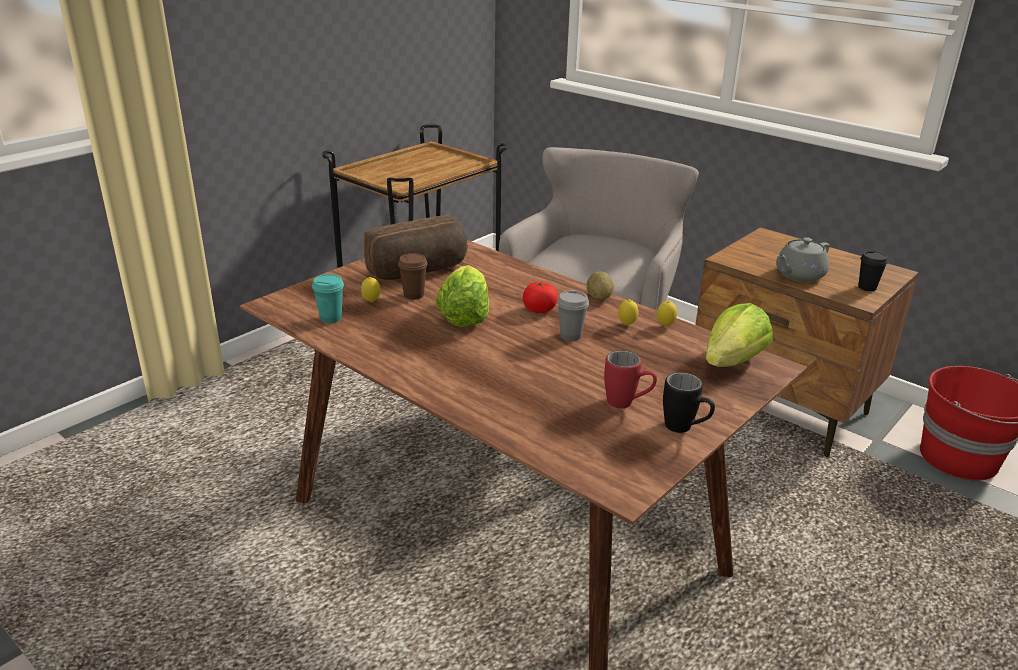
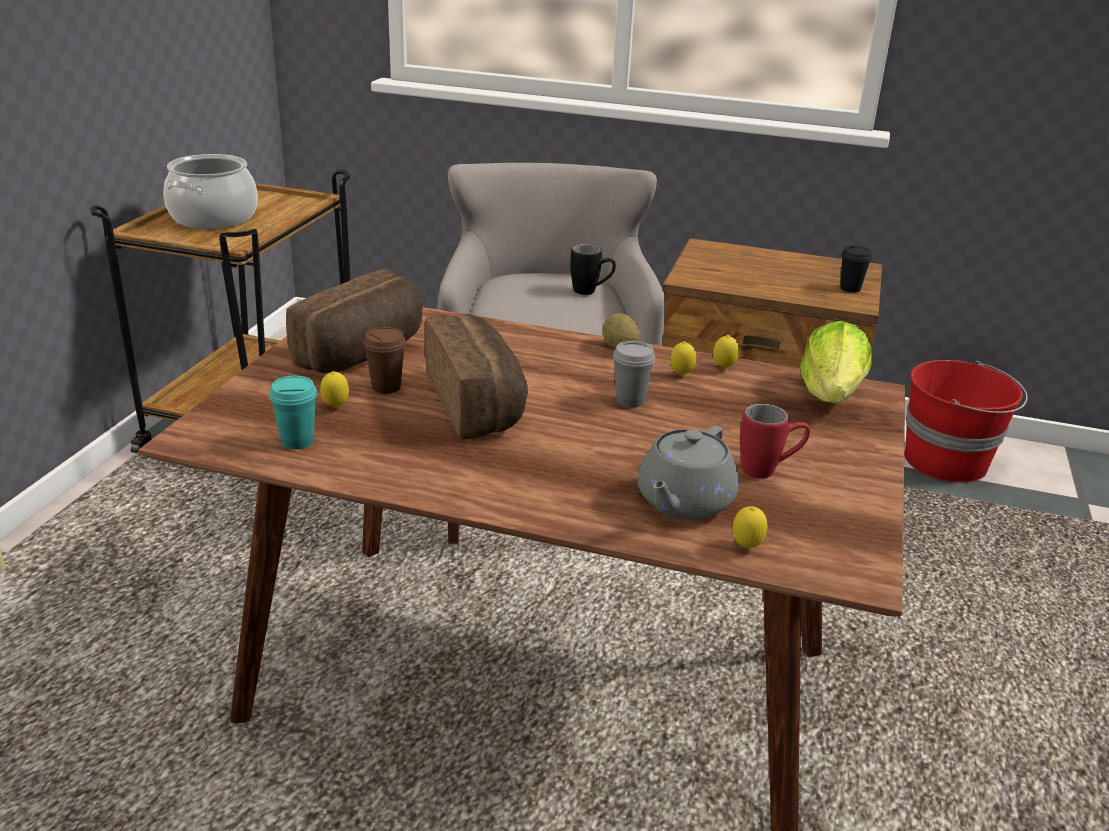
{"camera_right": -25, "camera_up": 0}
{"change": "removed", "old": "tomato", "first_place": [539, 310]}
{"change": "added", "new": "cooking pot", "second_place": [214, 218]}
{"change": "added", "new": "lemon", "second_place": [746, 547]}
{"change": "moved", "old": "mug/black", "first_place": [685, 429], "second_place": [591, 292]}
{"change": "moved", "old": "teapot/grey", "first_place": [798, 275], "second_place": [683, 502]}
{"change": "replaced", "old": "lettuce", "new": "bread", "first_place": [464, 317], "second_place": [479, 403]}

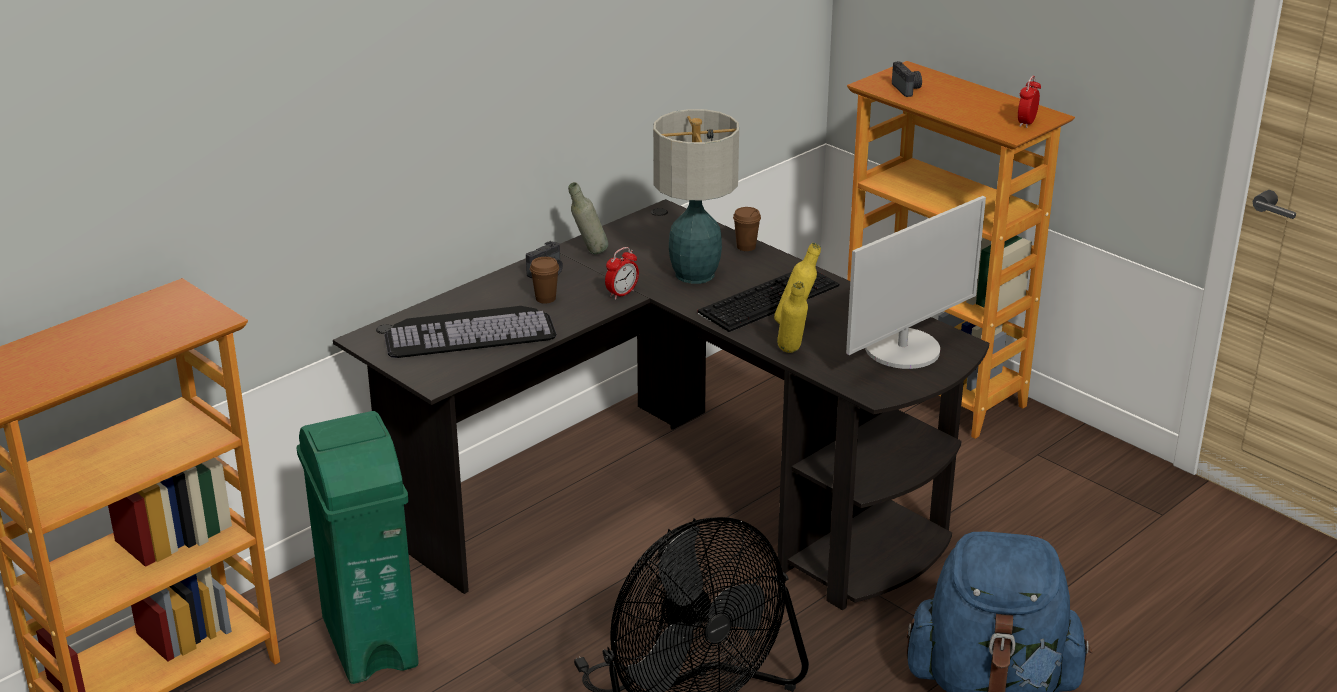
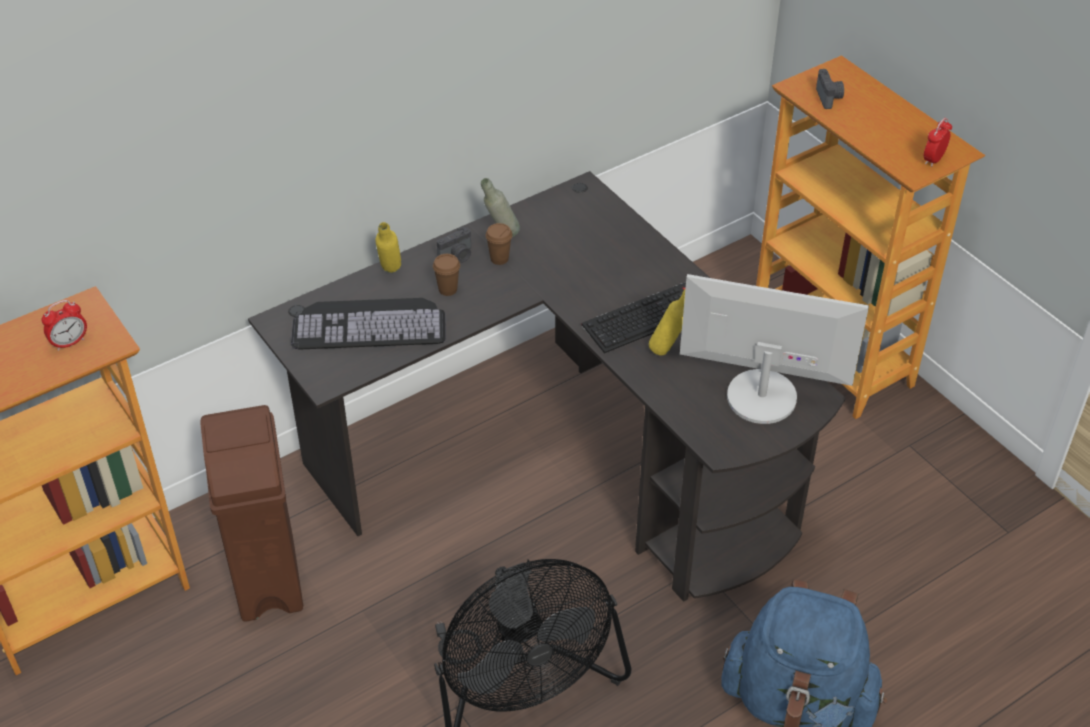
{"camera_right": 10, "camera_up": 15}
{"change": "removed", "old": "table lamp", "first_place": [695, 274]}
{"change": "moved", "old": "alarm clock", "first_place": [622, 294], "second_place": [69, 342]}
{"change": "moved", "old": "cup/brown", "first_place": [746, 247], "second_place": [499, 259]}
{"change": "moved", "old": "bottle/yellow", "first_place": [791, 354], "second_place": [390, 274]}
{"change": "recoloured", "old": "trash can/green", "new": "trash can/brown", "first_place": [370, 641], "second_place": [268, 577]}
{"change": "turned", "old": "monitor", "first_place": [903, 349], "second_place": [761, 396], "degrees": -135}

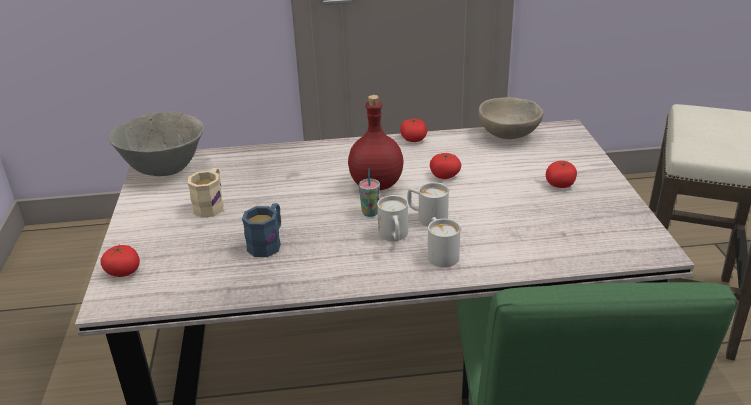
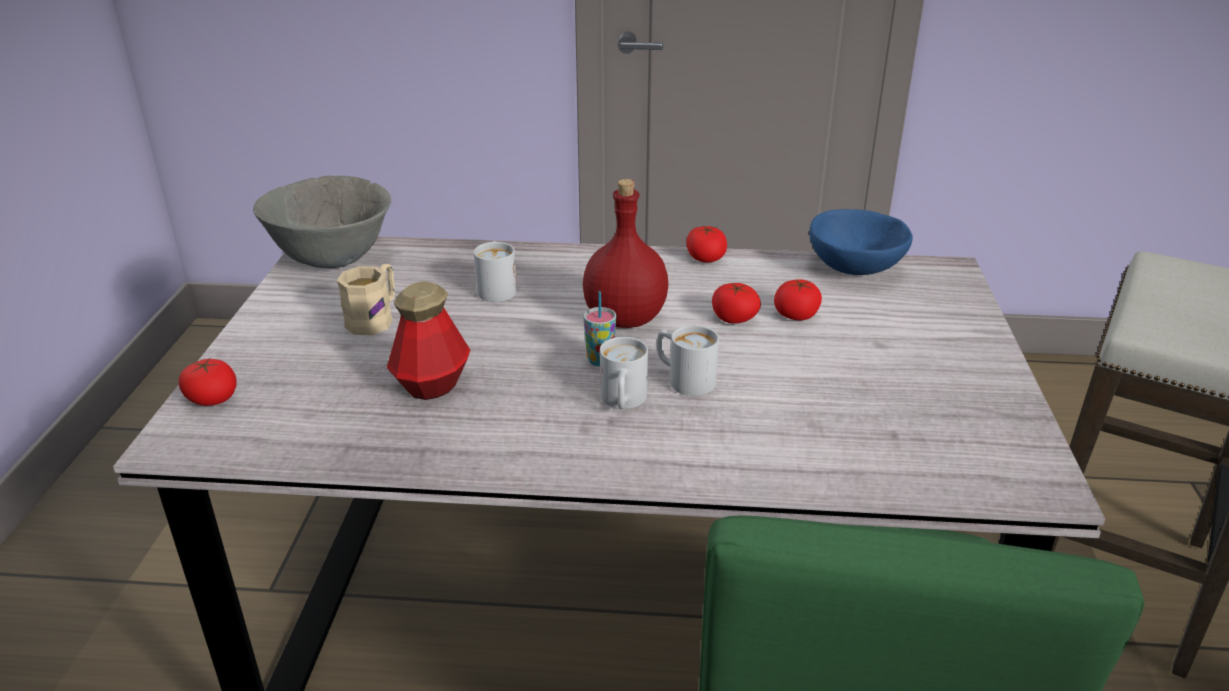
{"camera_right": 10, "camera_up": 0}
{"change": "moved", "old": "mug/white", "first_place": [440, 254], "second_place": [496, 288]}
{"change": "moved", "old": "tomato", "first_place": [560, 184], "second_place": [796, 314]}
{"change": "replaced", "old": "mug/blue", "new": "bottle", "first_place": [268, 243], "second_place": [432, 385]}
{"change": "recoloured", "old": "bowl/beige", "new": "bowl/blue", "first_place": [508, 135], "second_place": [855, 268]}

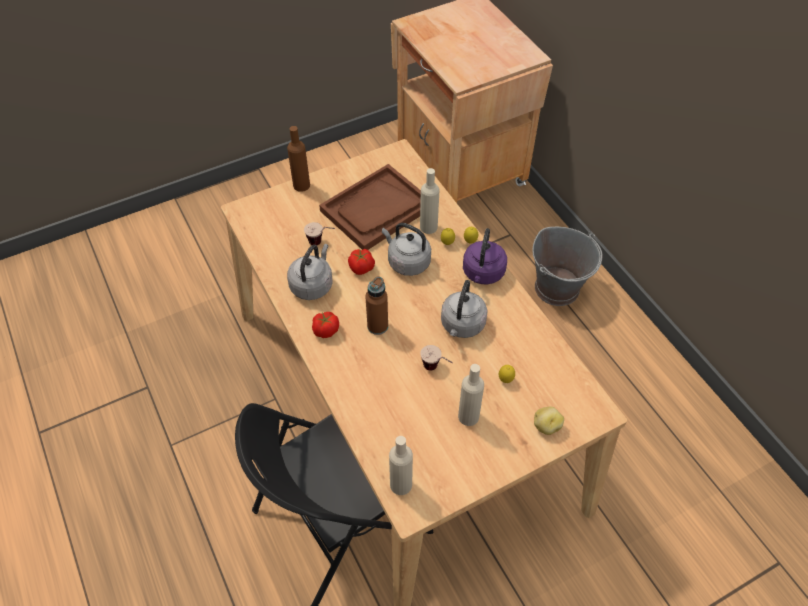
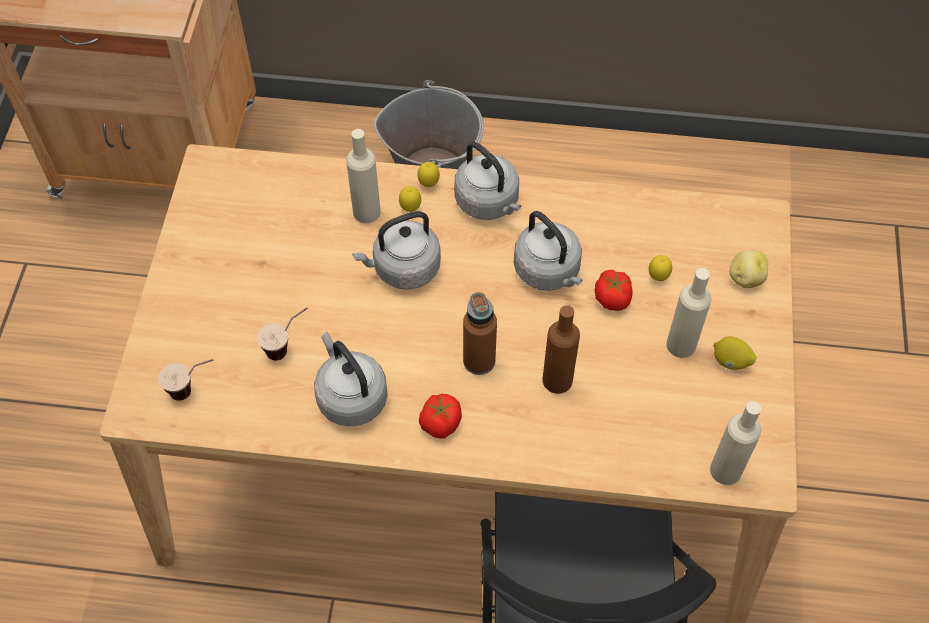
{"camera_right": -55, "camera_up": 5}
{"change": "removed", "old": "tray/brown", "first_place": [376, 209]}
{"change": "added", "new": "lemon", "second_place": [730, 361]}
{"change": "moved", "old": "bottle/brown", "first_place": [301, 185], "second_place": [557, 380]}
{"change": "moved", "old": "tomato", "first_place": [362, 268], "second_place": [612, 299]}
{"change": "moved", "old": "cup", "first_place": [436, 370], "second_place": [193, 389]}
{"change": "recoloured", "old": "kettle/purple", "new": "kettle/grey", "first_place": [483, 274], "second_place": [489, 203]}

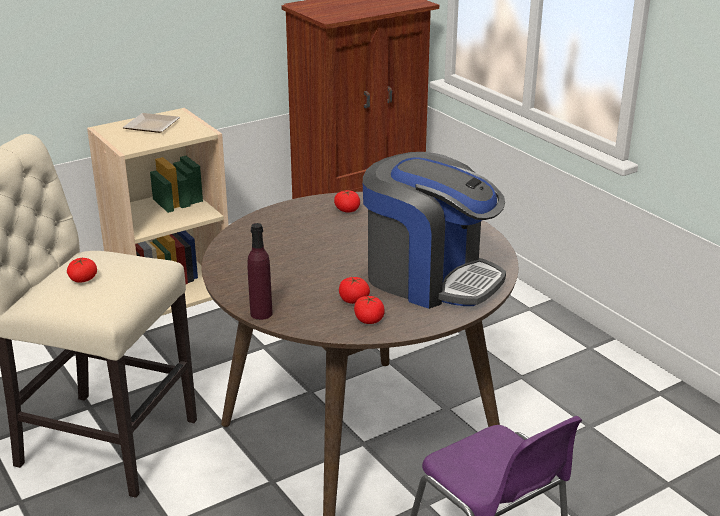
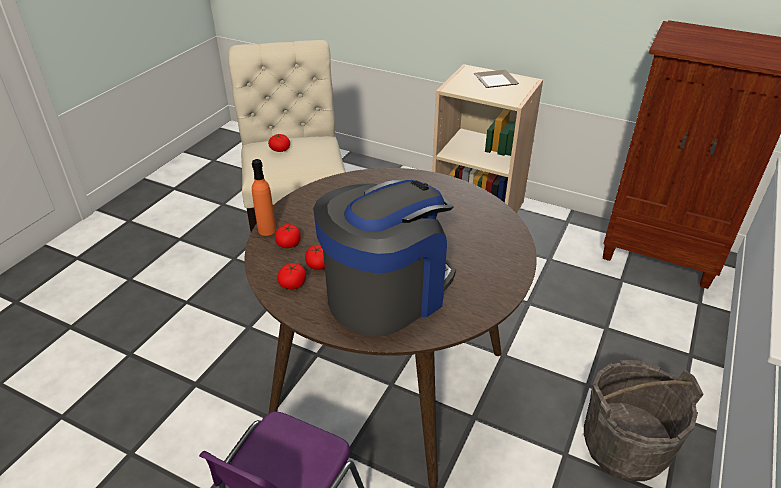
{"camera_right": 60, "camera_up": 10}
{"change": "added", "new": "bucket/grey", "second_place": [624, 447]}
{"change": "moved", "old": "tomato", "first_place": [347, 210], "second_place": [289, 243]}
{"change": "recoloured", "old": "bottle/purple", "new": "bottle/orange", "first_place": [261, 313], "second_place": [267, 230]}
{"change": "turned", "old": "coffee machine", "first_place": [430, 278], "second_place": [387, 293], "degrees": -135}

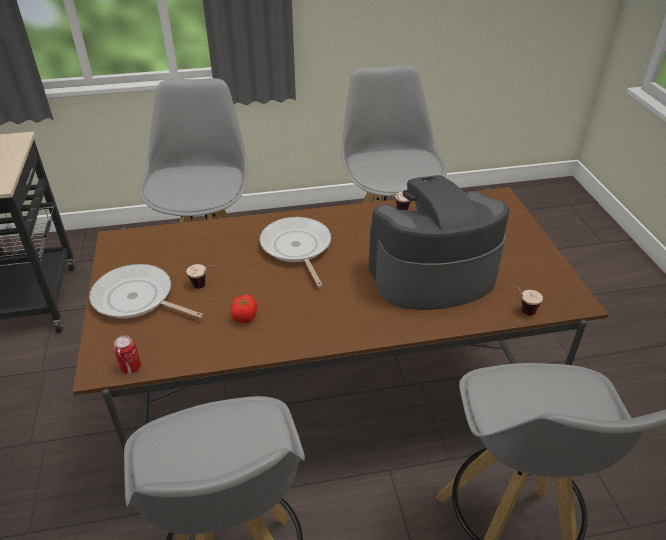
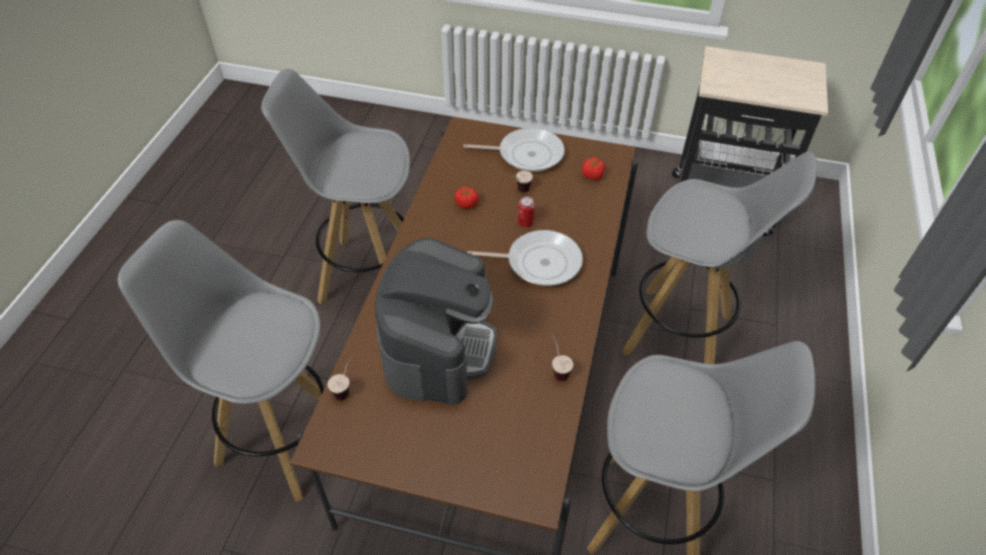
{"camera_right": 115, "camera_up": 10}
{"change": "added", "new": "tomato", "second_place": [592, 176]}
{"change": "moved", "old": "can", "first_place": [130, 367], "second_place": [525, 222]}
{"change": "turned", "old": "frying pan", "first_place": [137, 299], "second_place": [526, 154], "degrees": 45}

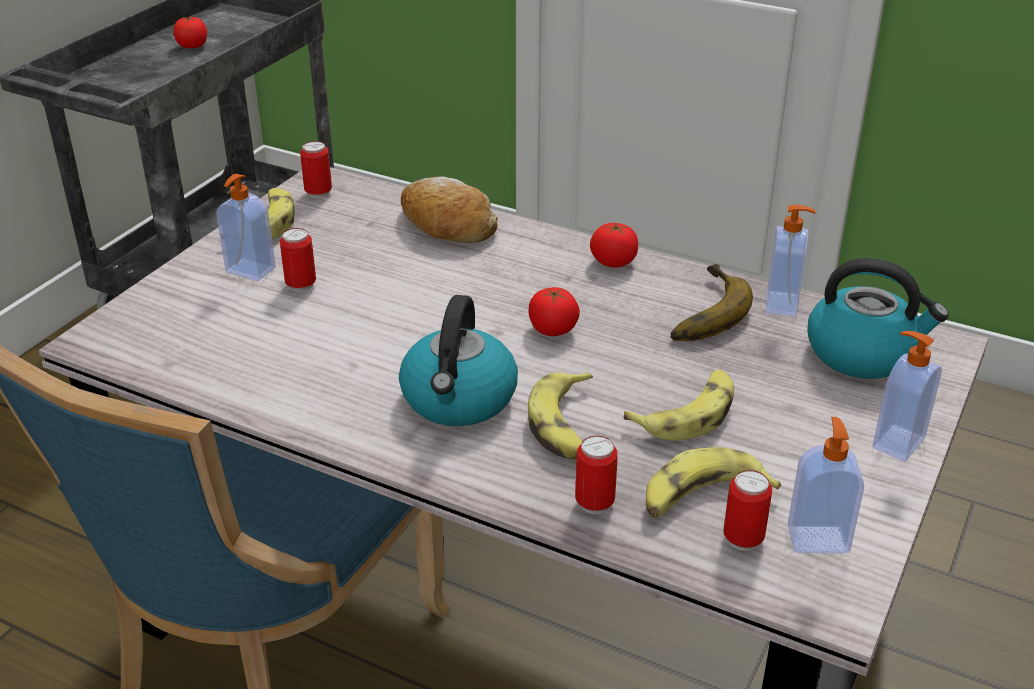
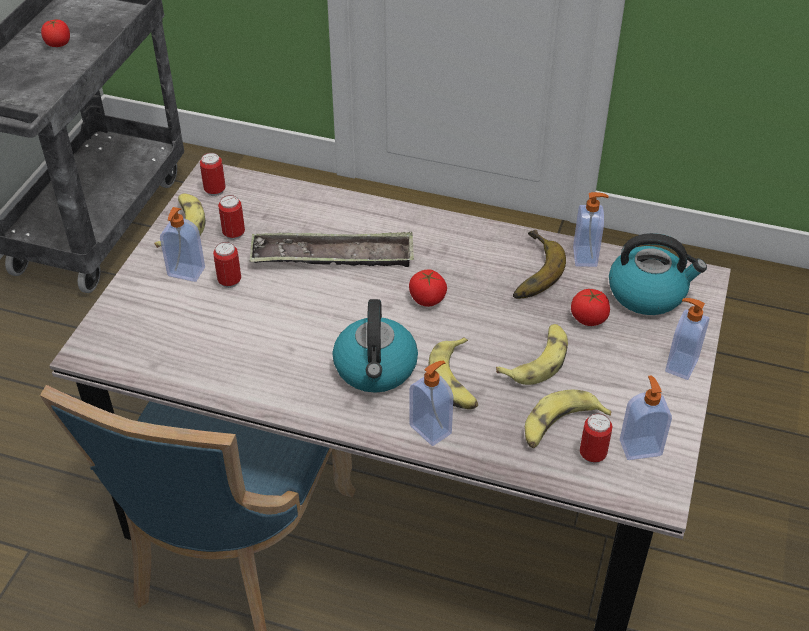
{"camera_right": -10, "camera_up": 10}
{"change": "removed", "old": "bread", "first_place": [446, 225]}
{"change": "added", "new": "tray", "second_place": [333, 257]}
{"change": "added", "new": "soap dispenser", "second_place": [431, 429]}
{"change": "moved", "old": "can", "first_place": [594, 503], "second_place": [234, 234]}
{"change": "moved", "old": "tomato", "first_place": [613, 262], "second_place": [588, 318]}

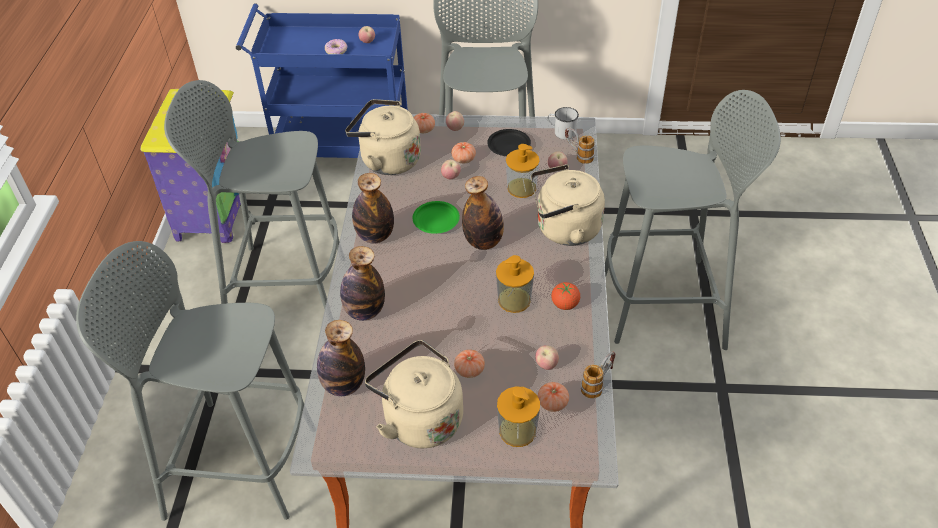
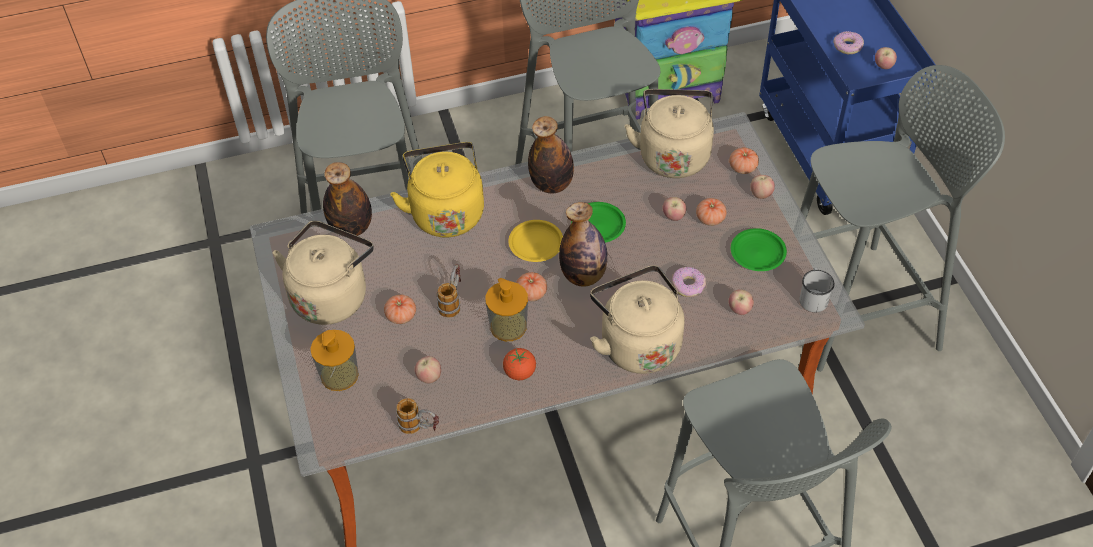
{"camera_right": 70, "camera_up": 5}
{"change": "added", "new": "plate/yellow", "second_place": [535, 243]}
{"change": "moved", "old": "tomato", "first_place": [552, 403], "second_place": [531, 293]}
{"change": "moved", "old": "mug", "first_place": [578, 155], "second_place": [452, 301]}
{"change": "replaced", "old": "bottle", "new": "kettle/yellow", "first_place": [364, 311], "second_place": [446, 211]}
{"change": "replaced", "old": "soap dispenser", "new": "donut", "first_place": [521, 188], "second_place": [688, 285]}
{"change": "recoloured", "old": "plate/black", "new": "plate/green", "first_place": [508, 145], "second_place": [757, 252]}

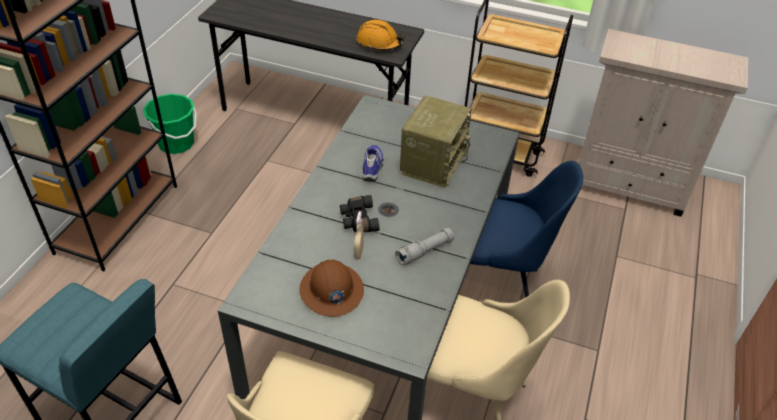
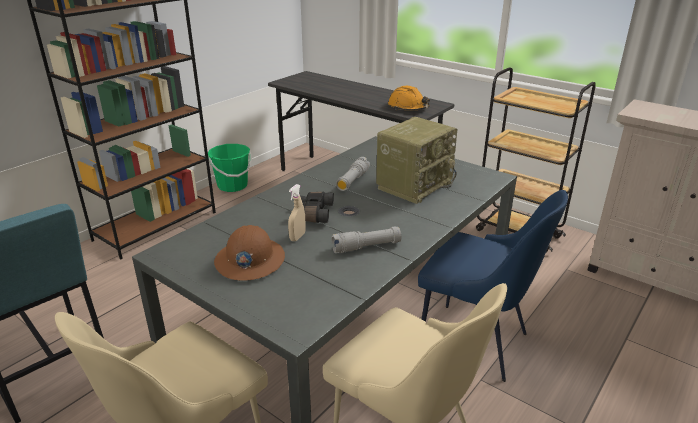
{"camera_right": 20, "camera_up": -15}
{"change": "replaced", "old": "shoe", "new": "flashlight/grey", "first_place": [373, 167], "second_place": [353, 181]}

